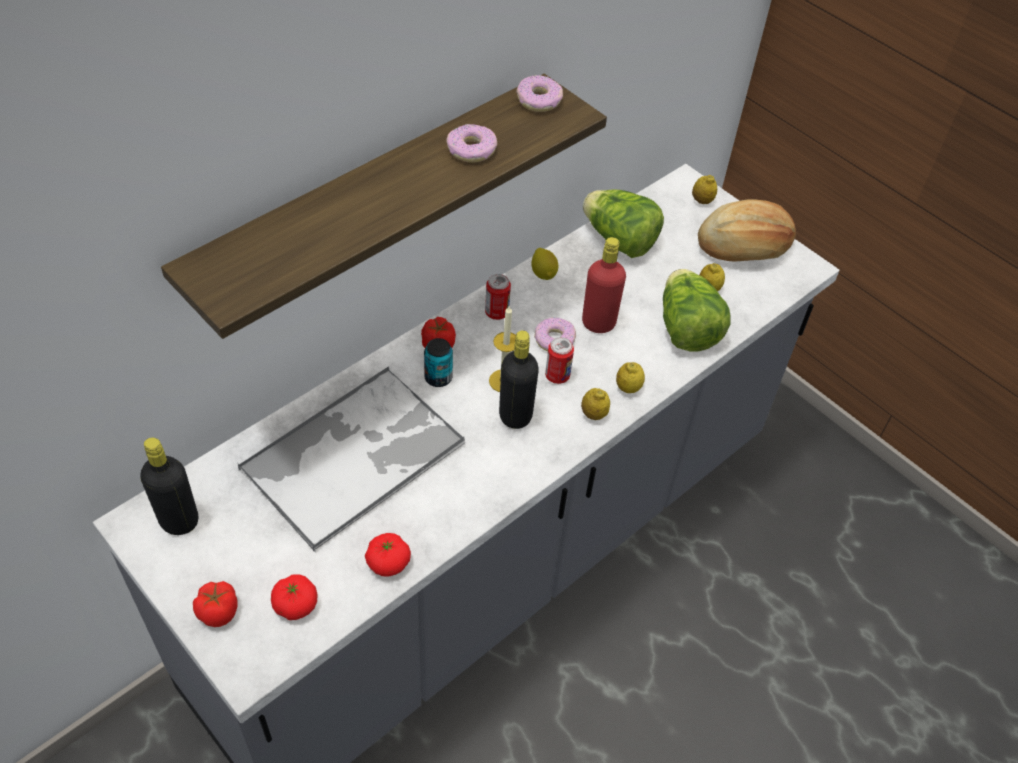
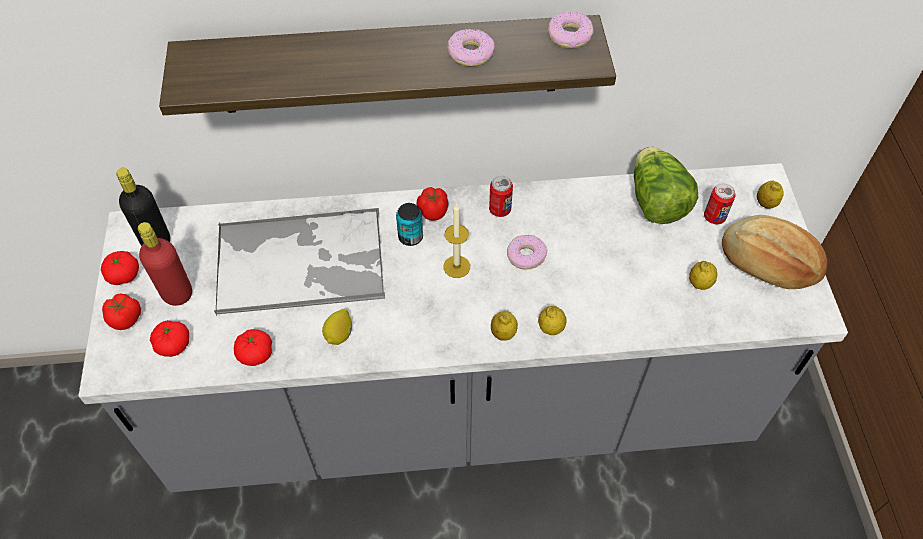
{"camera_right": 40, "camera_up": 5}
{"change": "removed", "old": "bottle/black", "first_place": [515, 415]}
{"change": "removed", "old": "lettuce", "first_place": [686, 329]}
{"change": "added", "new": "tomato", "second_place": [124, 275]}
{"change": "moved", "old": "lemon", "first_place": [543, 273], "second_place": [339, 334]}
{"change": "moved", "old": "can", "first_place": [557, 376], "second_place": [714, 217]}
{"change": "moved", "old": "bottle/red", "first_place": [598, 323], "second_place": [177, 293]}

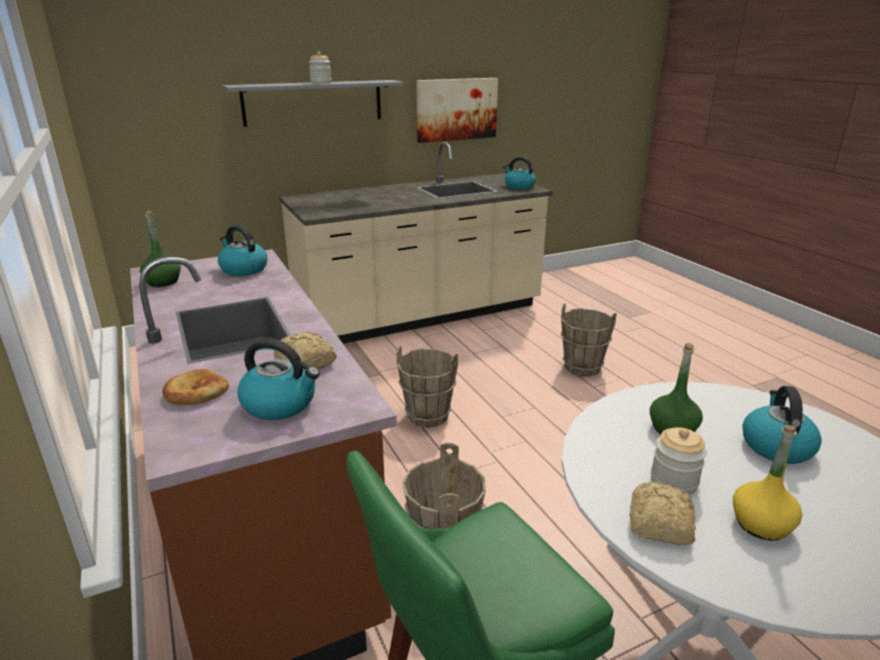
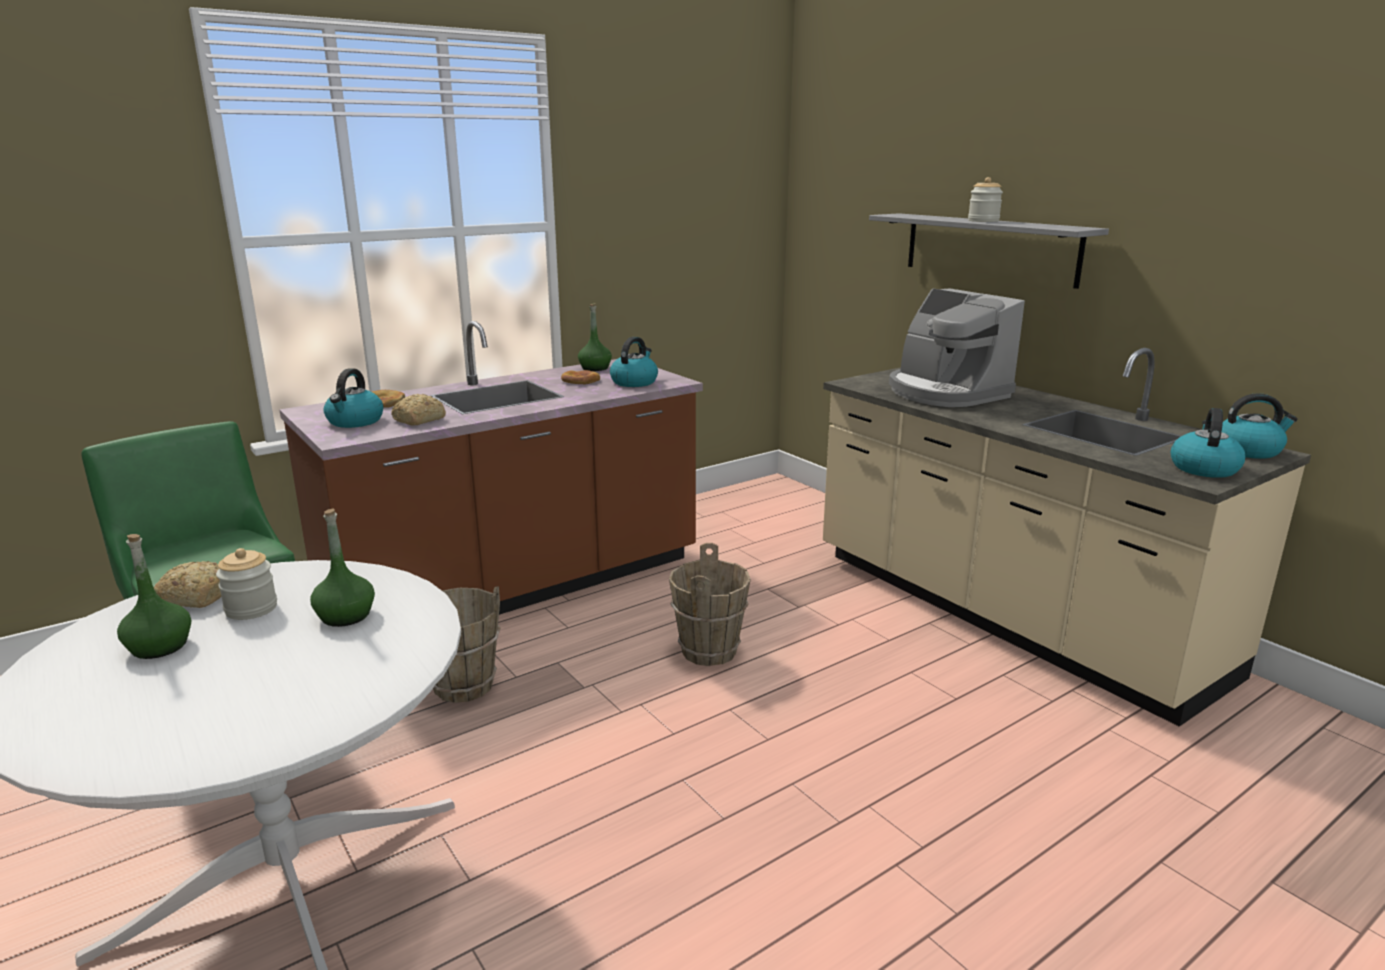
{"camera_right": 80, "camera_up": -5}
{"change": "removed", "old": "picture", "first_place": [456, 109]}
{"change": "removed", "old": "bucket/brown", "first_place": [582, 367]}
{"change": "added", "new": "bread", "second_place": [581, 381]}
{"change": "added", "new": "coffee machine", "second_place": [945, 393]}
{"change": "moved", "old": "kettle", "first_place": [776, 446], "second_place": [1248, 451]}
{"change": "recoloured", "old": "bottle/yellow", "new": "bottle/green", "first_place": [761, 524], "second_place": [160, 646]}

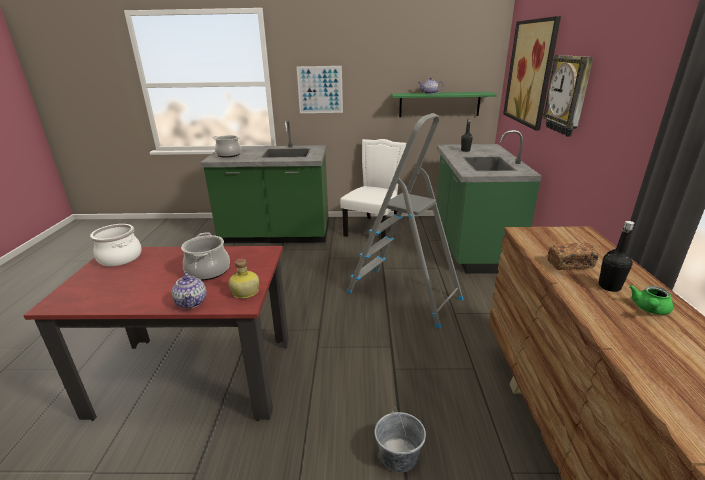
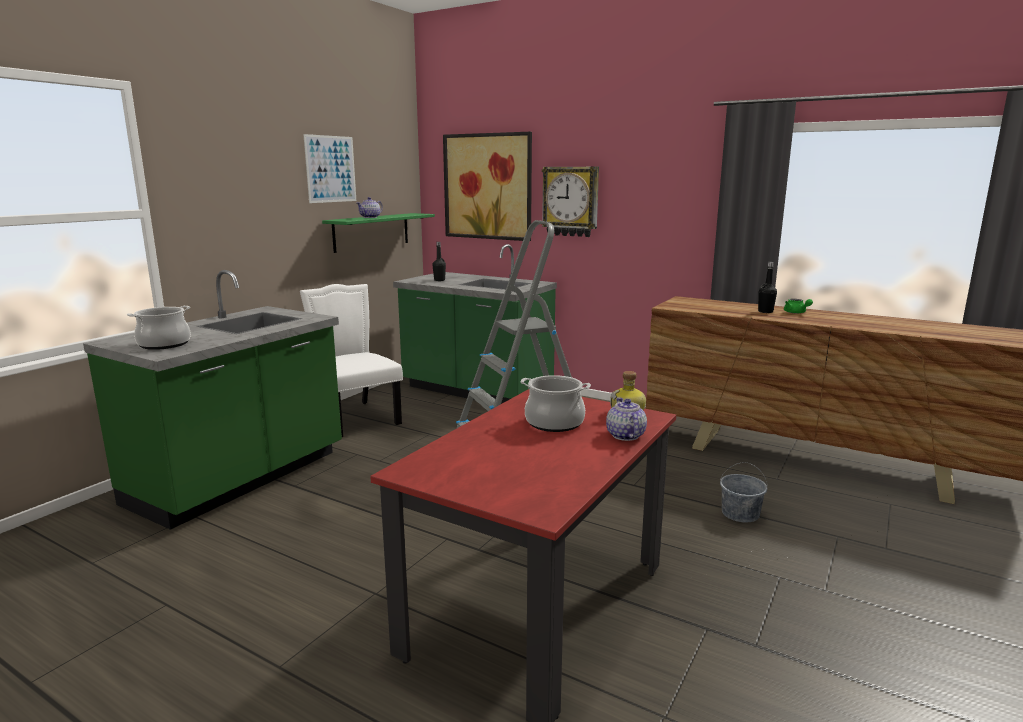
{"camera_right": -60, "camera_up": -10}
{"change": "removed", "old": "cooking pot", "first_place": [120, 258]}
{"change": "removed", "old": "bread", "first_place": [570, 264]}
{"change": "moved", "old": "picture", "first_place": [320, 90], "second_place": [331, 169]}
{"change": "turned", "old": "teapot", "first_place": [192, 302], "second_place": [625, 436], "degrees": -105}

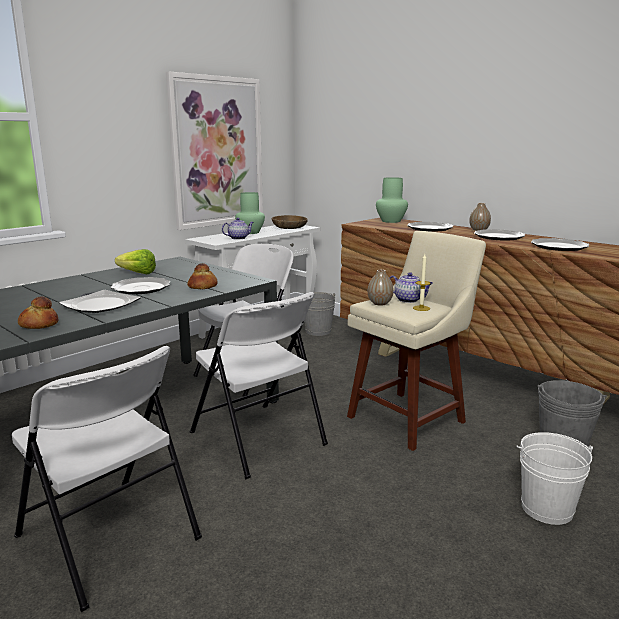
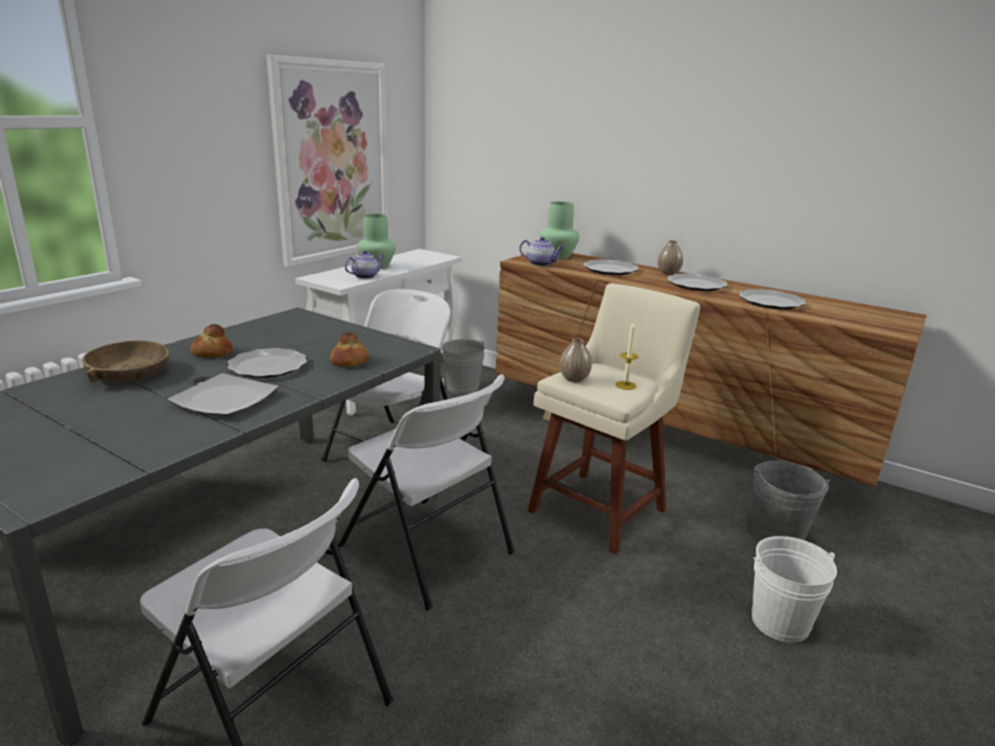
{"camera_right": -10, "camera_up": 5}
{"change": "removed", "old": "lettuce", "first_place": [135, 273]}
{"change": "moved", "old": "bread", "first_place": [38, 324], "second_place": [211, 353]}
{"change": "moved", "old": "bowl/brown", "first_place": [289, 227], "second_place": [129, 373]}
{"change": "moved", "old": "teapot", "first_place": [409, 300], "second_place": [541, 264]}

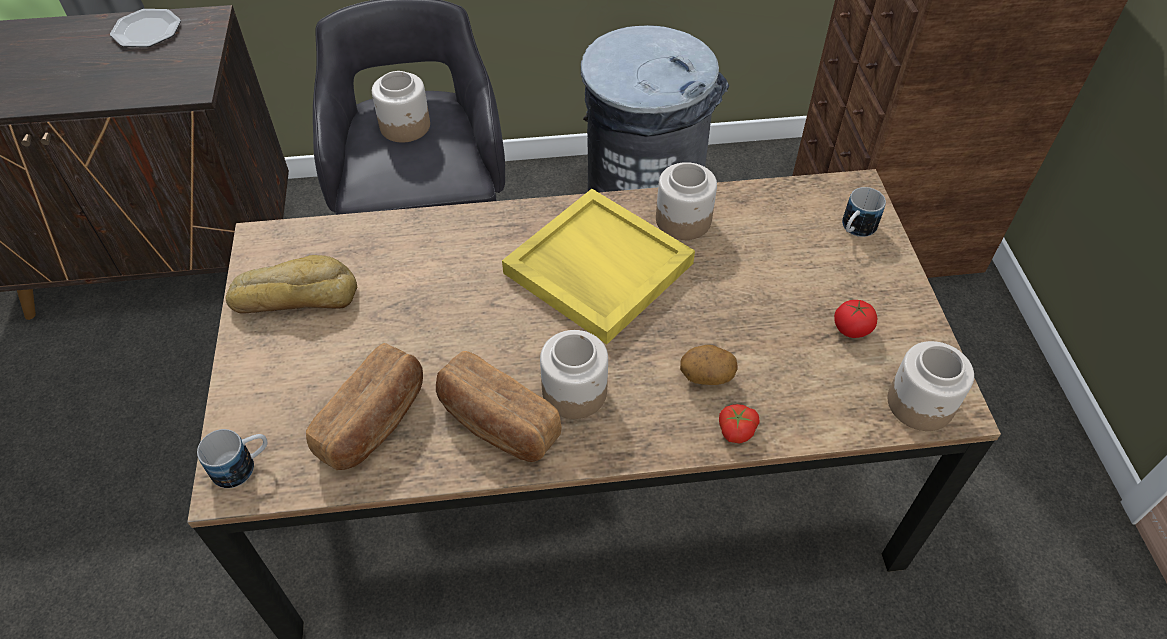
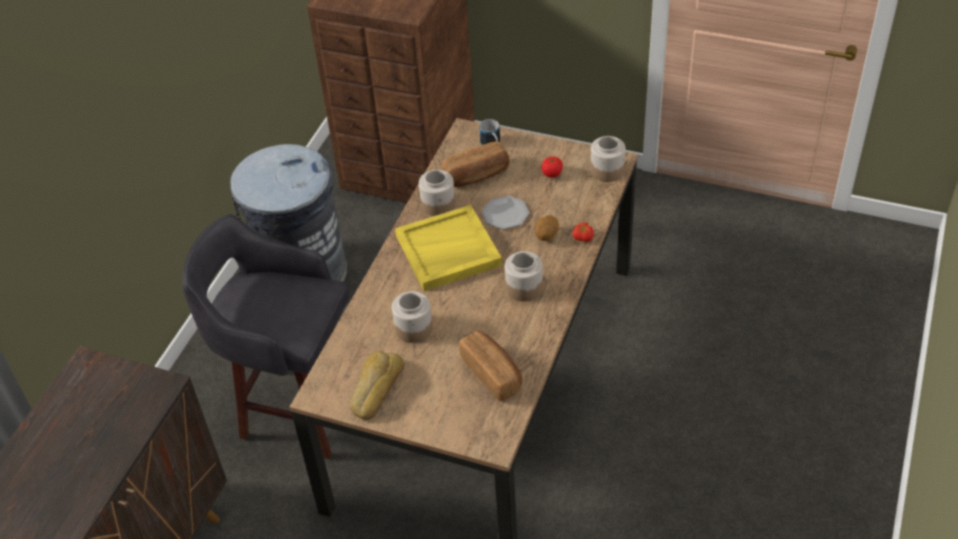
{"camera_right": -60, "camera_up": -5}
{"change": "removed", "old": "mug", "first_place": [243, 466]}
{"change": "moved", "old": "plate", "first_place": [146, 31], "second_place": [505, 214]}
{"change": "moved", "old": "jar", "first_place": [405, 126], "second_place": [414, 328]}
{"change": "moved", "old": "bread", "first_place": [497, 423], "second_place": [477, 176]}

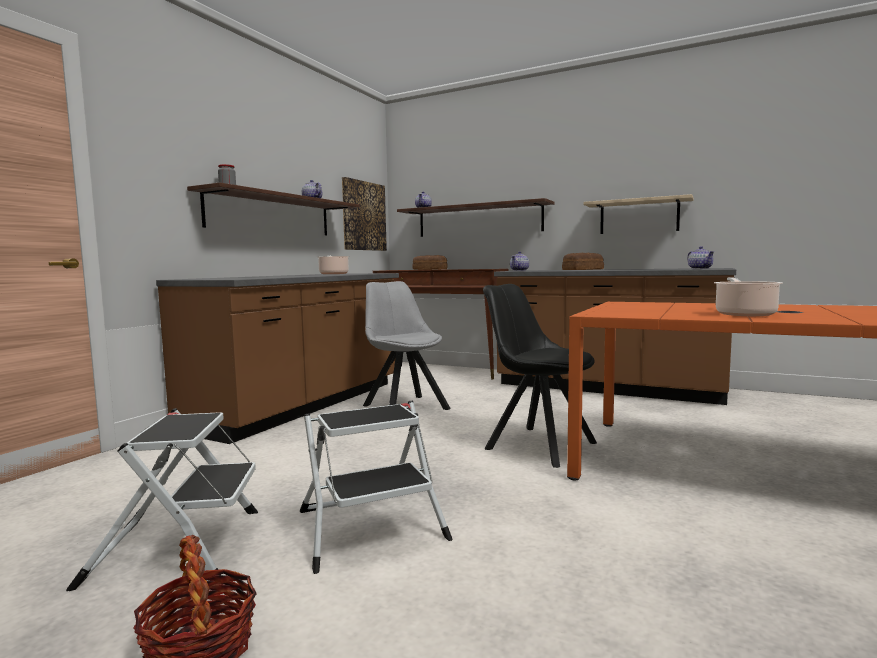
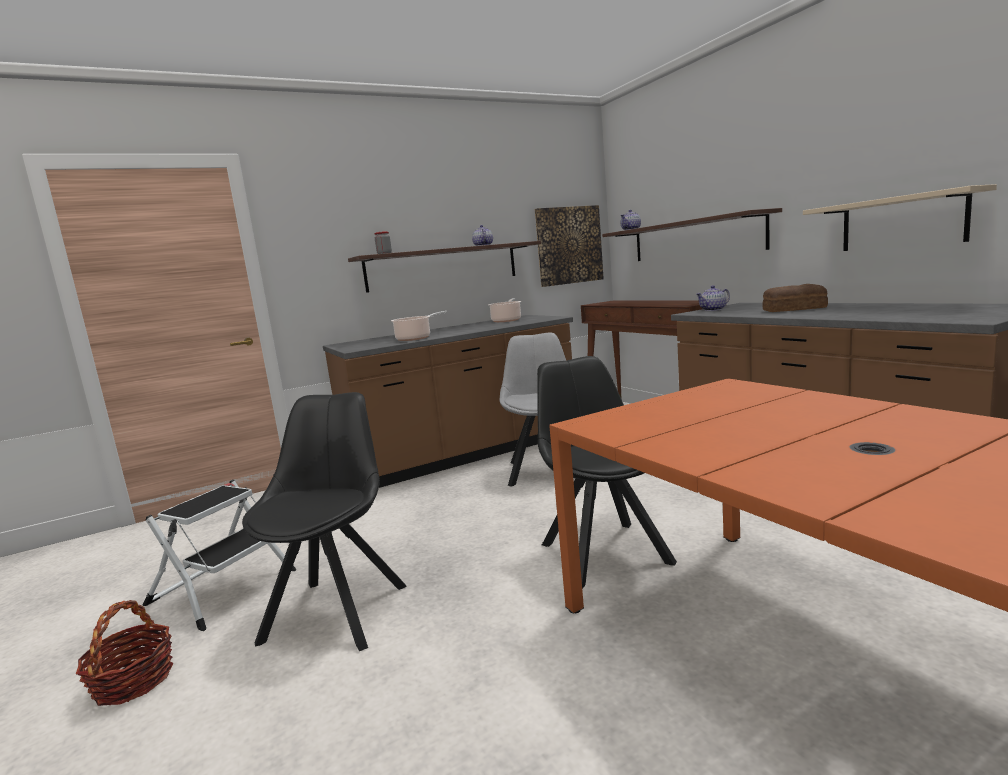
{"camera_right": 35, "camera_up": 5}
{"change": "removed", "old": "bread", "first_place": [429, 269]}
{"change": "removed", "old": "teapot", "first_place": [700, 268]}
{"change": "moved", "old": "cooking pot", "first_place": [744, 314], "second_place": [415, 338]}
{"change": "replaced", "old": "step ladder", "new": "chair/black", "first_place": [368, 527], "second_place": [337, 610]}

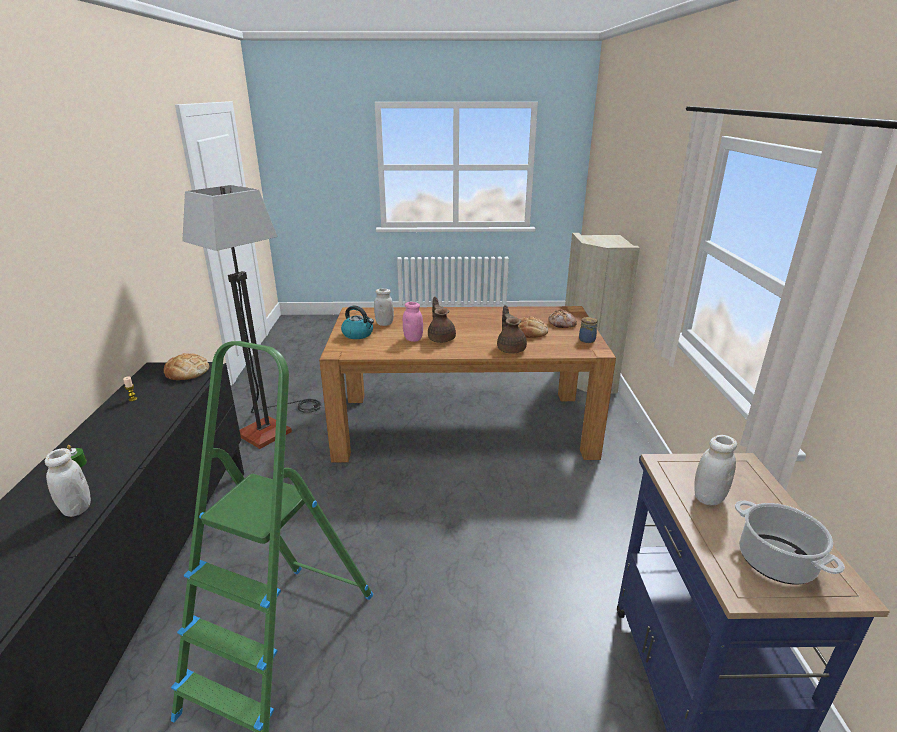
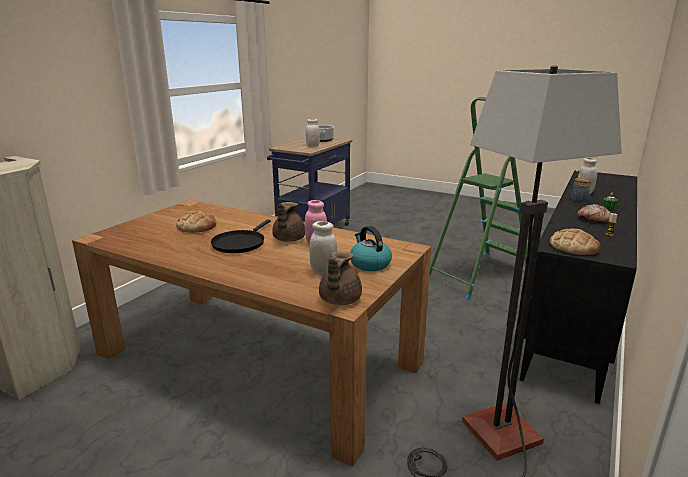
{"camera_right": -150, "camera_up": -5}
{"change": "added", "new": "frying pan/black", "second_place": [240, 243]}
{"change": "moved", "old": "teapot/brown", "first_place": [511, 349], "second_place": [339, 300]}
{"change": "moved", "old": "bread", "first_place": [562, 324], "second_place": [593, 219]}
{"change": "moved", "old": "jar", "first_place": [587, 340], "second_place": [578, 200]}

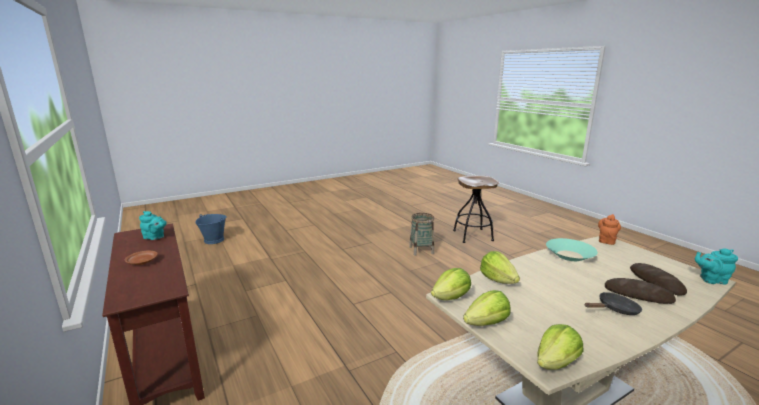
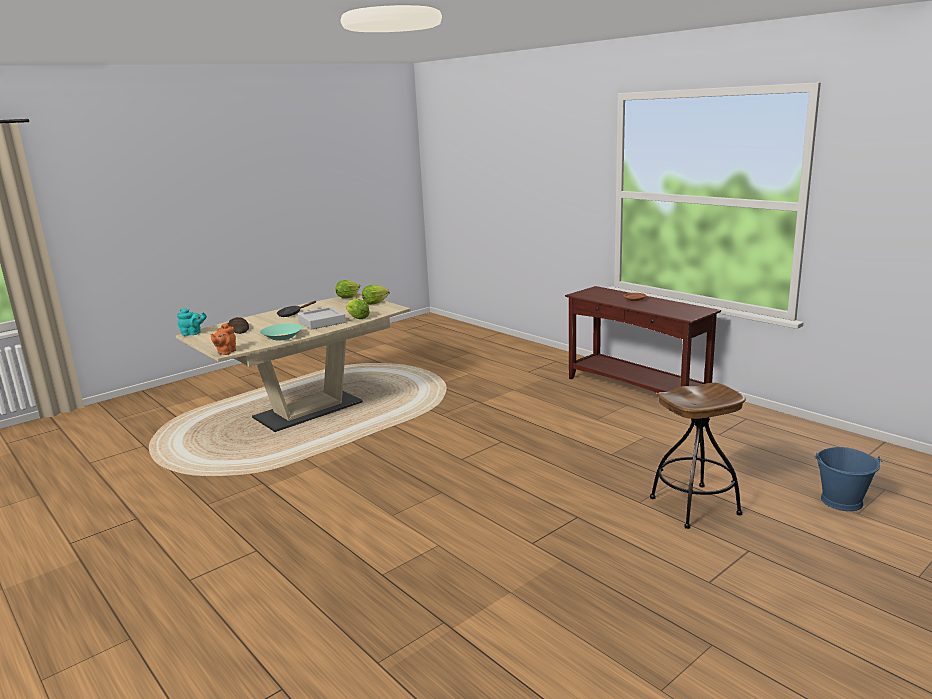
{"camera_right": 170, "camera_up": 0}
{"change": "removed", "old": "teapot/turquoise", "first_place": [155, 237]}
{"change": "removed", "old": "basket", "first_place": [421, 250]}
{"change": "removed", "old": "lettuce", "first_place": [451, 297]}
{"change": "removed", "old": "bread", "first_place": [638, 294]}
{"change": "added", "new": "tray/grey", "second_place": [322, 322]}
{"change": "moved", "old": "stool/brown", "first_place": [473, 235], "second_place": [694, 505]}

